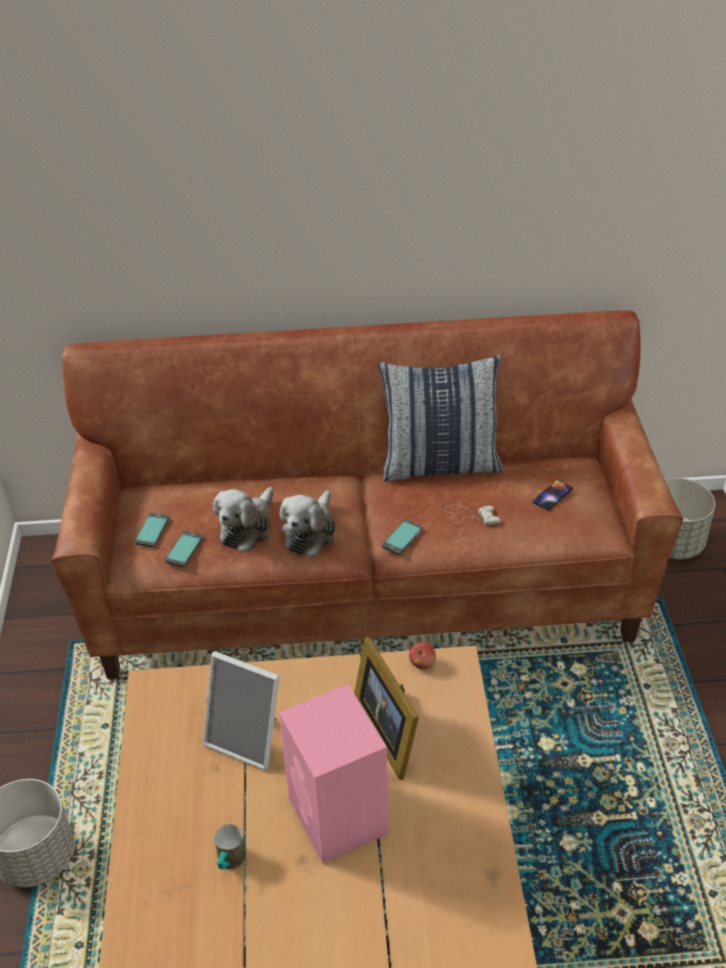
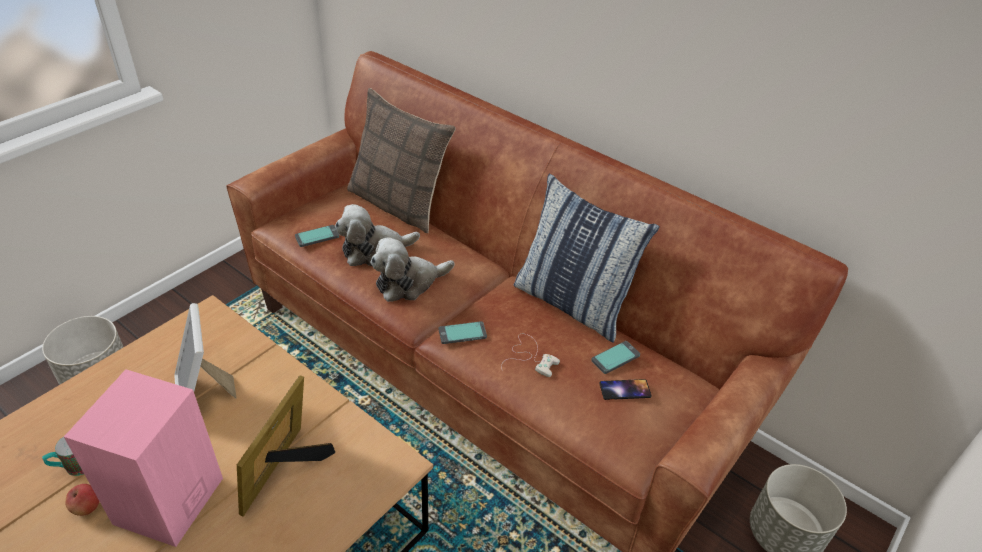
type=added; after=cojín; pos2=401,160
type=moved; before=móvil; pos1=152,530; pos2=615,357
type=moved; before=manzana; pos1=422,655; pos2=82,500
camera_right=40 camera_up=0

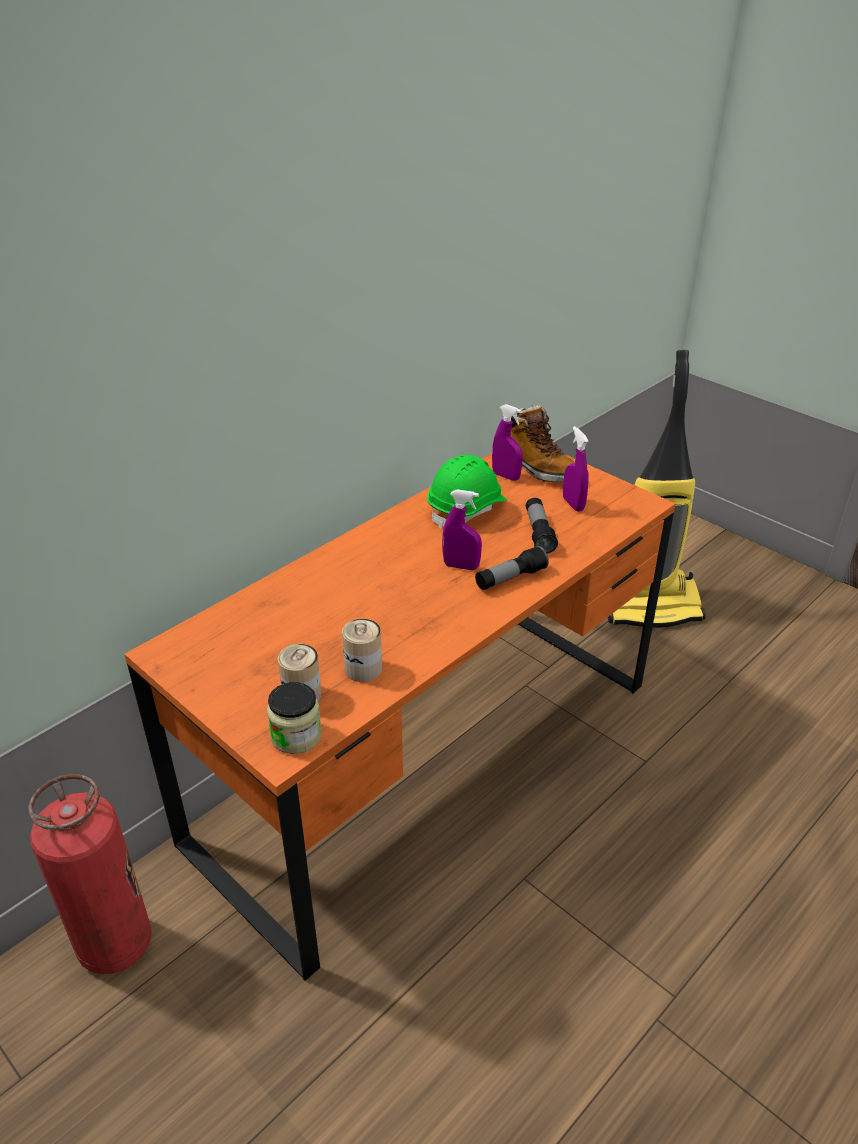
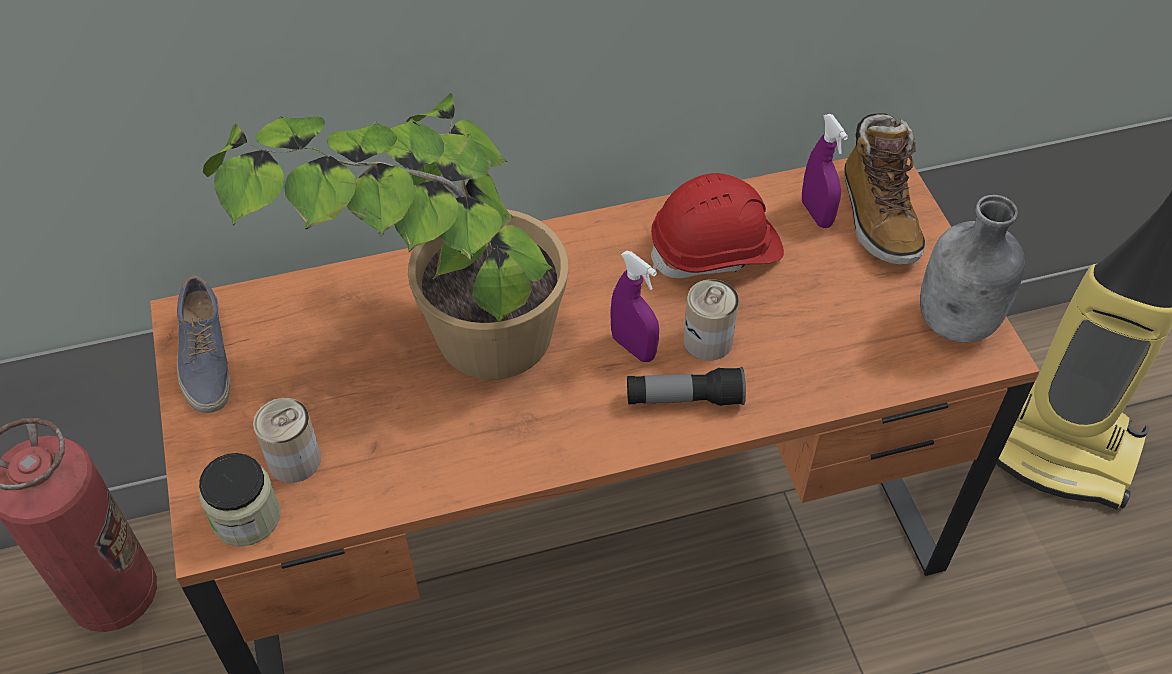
type=removed; before=linterna; pos1=542,526
type=removed; before=pulverizador (morado); pos1=576,469
type=added; after=zapato; pos2=203,344
type=added; after=planta en maceta; pos2=386,236
type=added; after=botella (gris); pos2=972,269
type=moved; before=lata; pos1=362,650; pos2=711,320
type=recoloured; before=casco (verde); after=casco (rojo); pos1=467,492; pos2=717,225
camera_right=30 camera_up=15

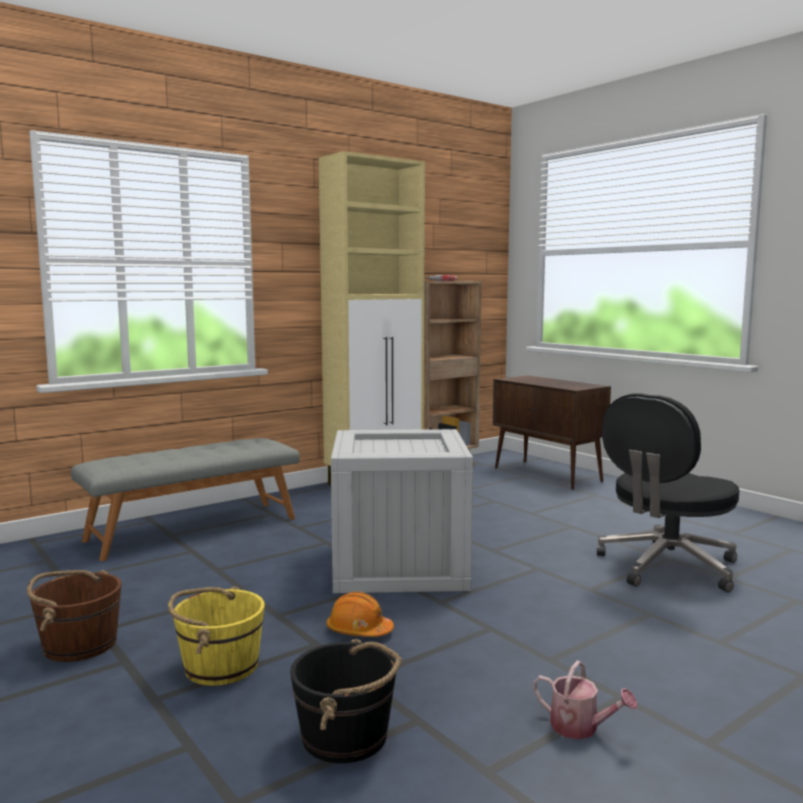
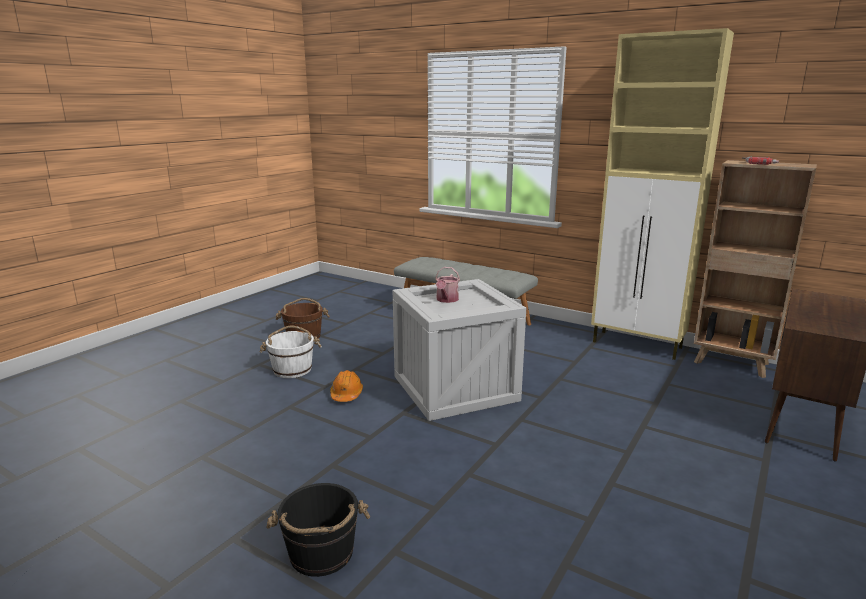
type=removed; before=silla de oficina (negro); pos1=668,492
type=moved; before=cubo (negro); pos1=346,701; pos2=318,530
type=moved; before=regadera; pos1=585,699; pos2=447,285
type=recoloured; before=cubo (amarillo); after=cubo (blanco); pos1=216,636; pos2=291,352
camera_right=70 camera_up=10

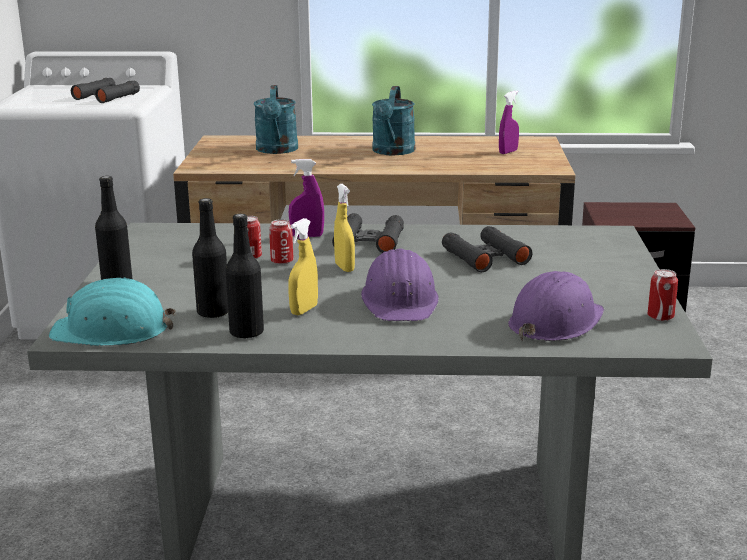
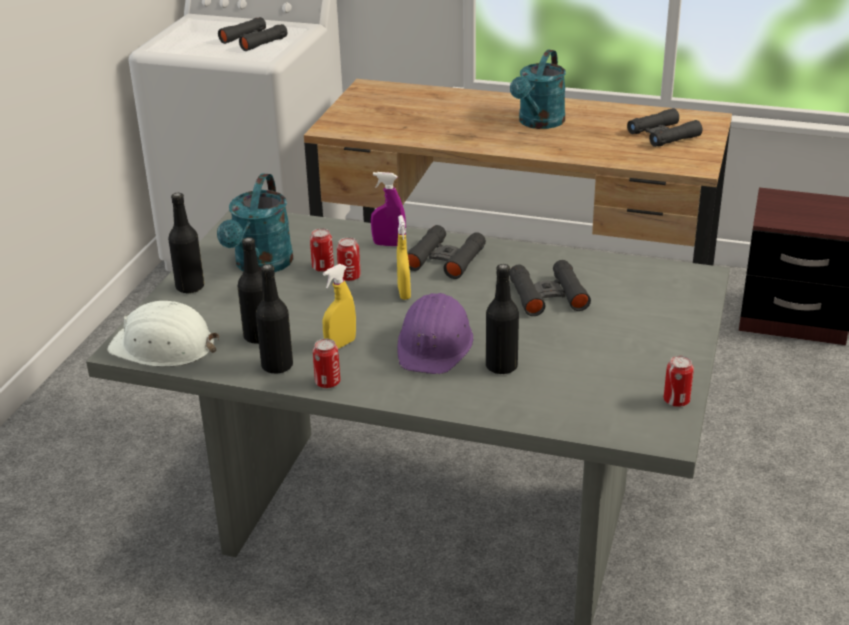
type=removed; before=casco (morado); pos1=556,306
type=added; after=lata; pos2=326,363
type=added; after=botella (negro); pos2=502,319
type=moved; before=regadera (turquesa); pos1=276,119; pos2=255,222
type=replaced; before=pulverizador (morado); after=prismáticos (negro); pos1=509,122; pos2=664,127
type=recoloured; before=casco (turquesa); after=casco (blanco); pos1=112,312; pos2=163,334
camera_right=15 camera_up=10

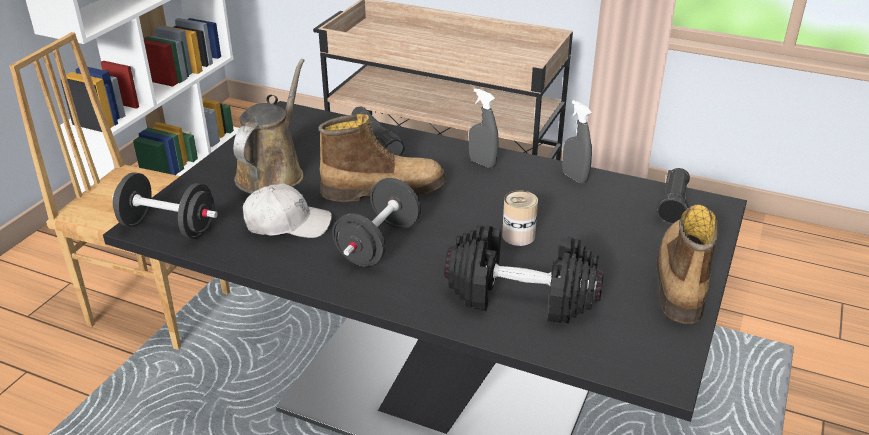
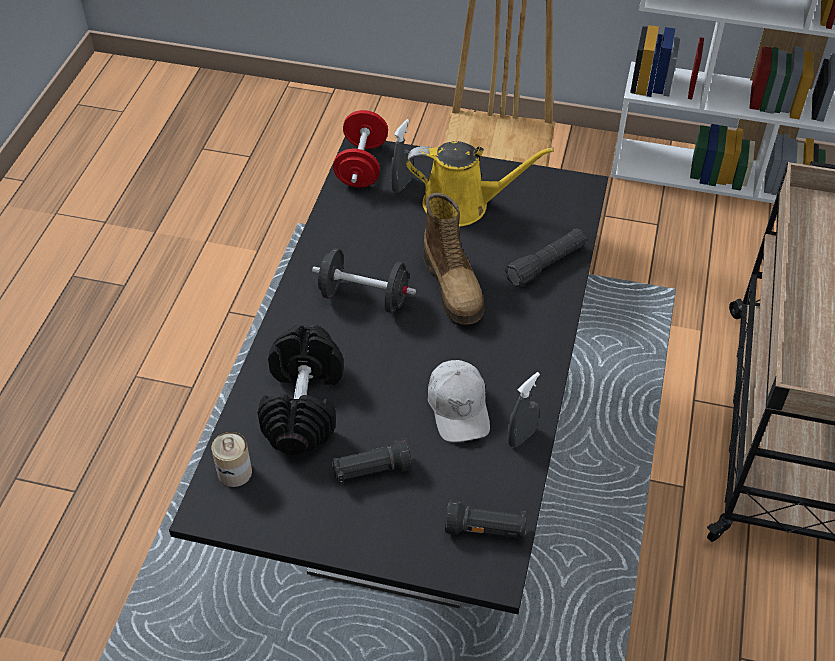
type=removed; before=bota; pos1=688,264
type=added; after=linterna (negro); pos2=371,461
type=moved; before=gorra (blanco); pos1=287,210; pos2=459,401
type=moved; before=pulverizador (gris); pos1=484,128; pos2=402,156
type=moved; before=lata; pos1=520,218; pos2=232,459
type=recoloured; before=mancuerna (negro); after=mancuerna (rojo); pos1=165,205; pos2=360,148
type=recoloured; before=regadera (marrón); after=regadera (amarillo); pos1=269,126; pos2=480,184
camera_right=80 camera_up=15

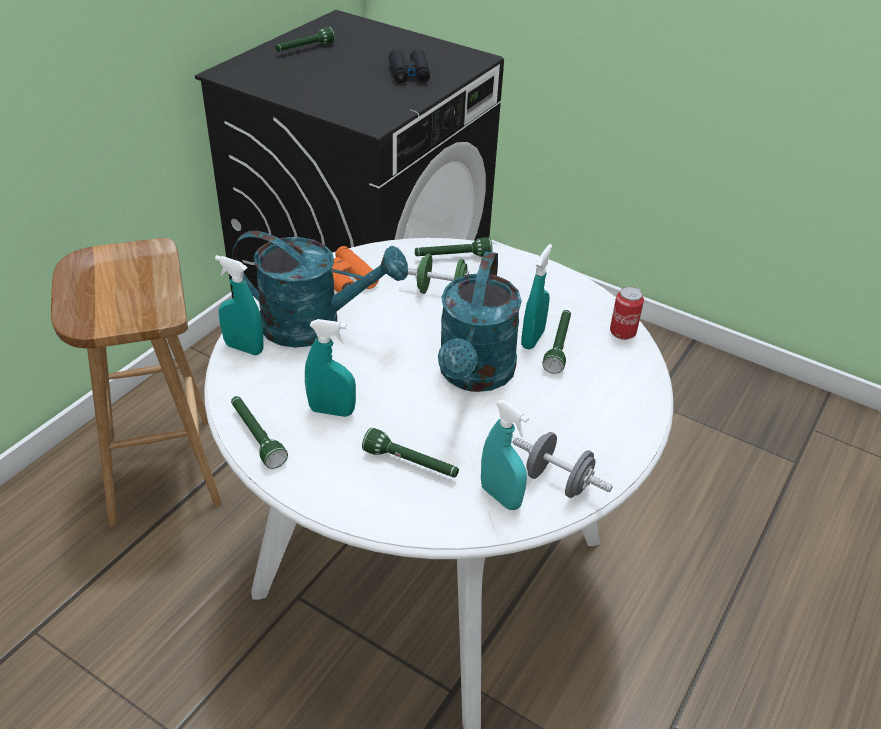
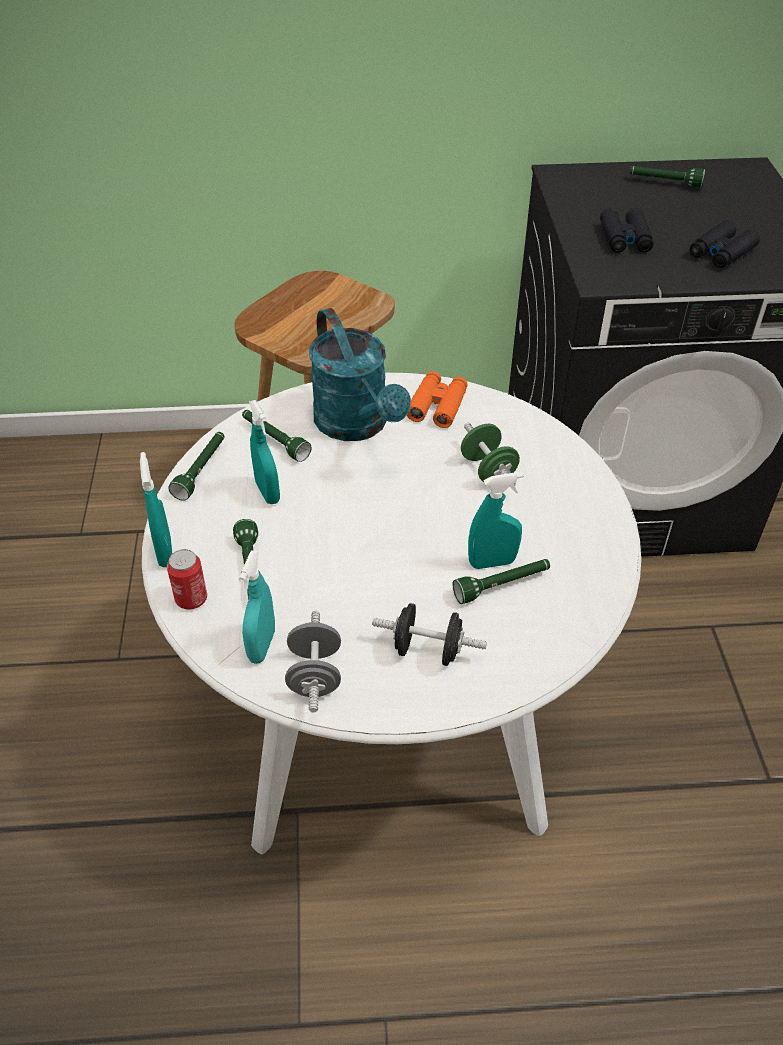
type=removed; before=regadera (turquesa); pos1=480,321
type=added; after=mancuerna (negro); pos2=429,634
type=added; after=prismáticos (negro); pos2=626,230
type=moved; before=pulverizador (turquesa); pos1=239,305; pos2=156,509
type=moved; before=linterna (verde); pos1=453,247; pos2=277,436
type=moved; before=lata; pos1=627,313; pos2=187,579
camera_right=55 camera_up=5

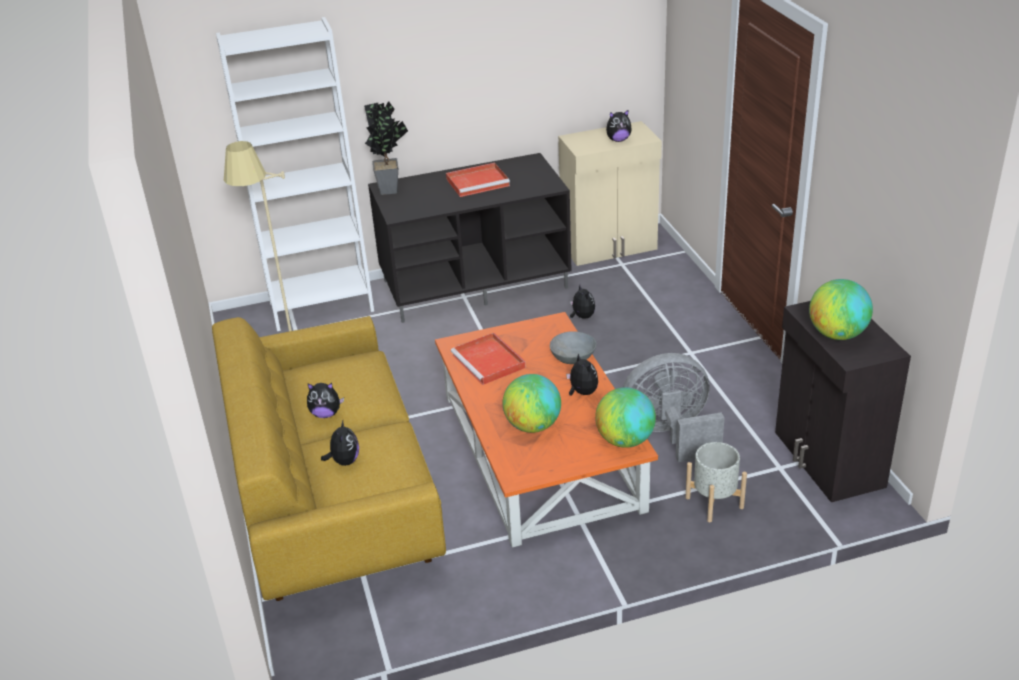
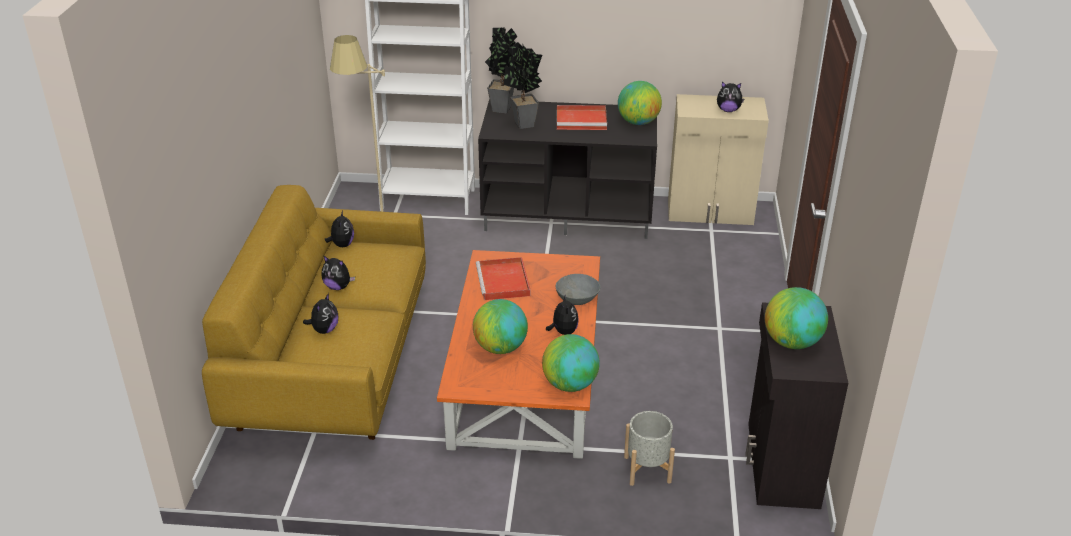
type=removed; before=ventilador (gris); pos1=673,407
type=added; after=planta en maceta; pos2=523,85
type=added; after=globo terráqueo; pos2=640,103
type=moved; before=peluche; pos1=582,302; pos2=339,229
camera_right=20 camera_up=0

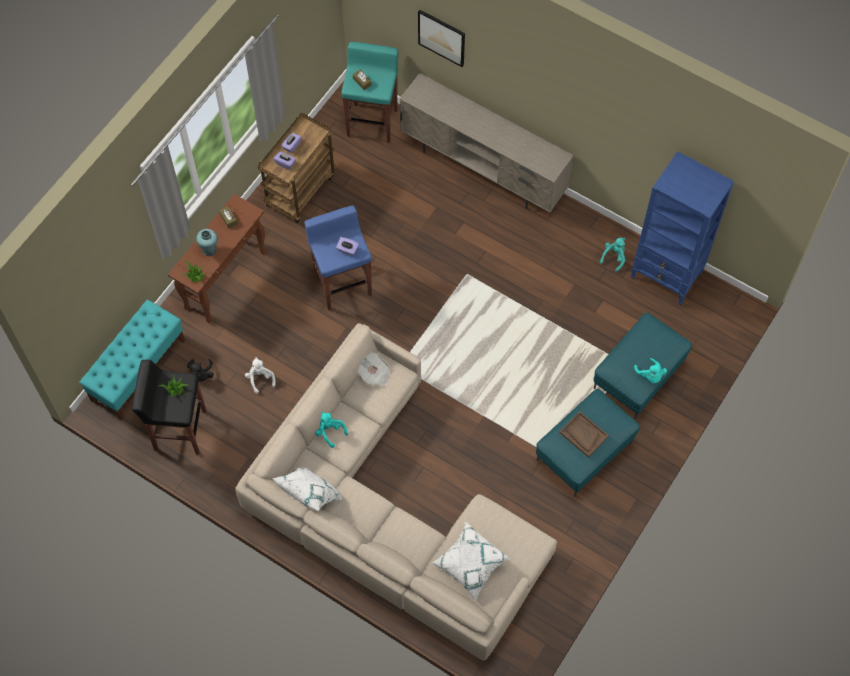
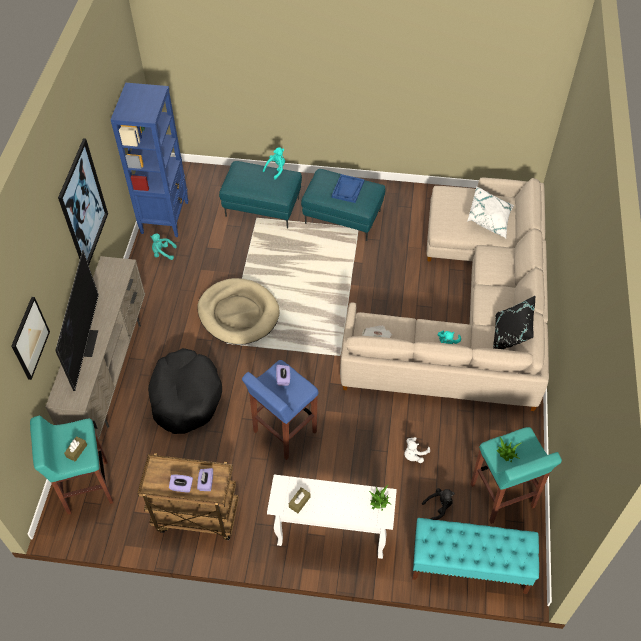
type=removed; before=florero (turquesa); pos1=207,242
type=added; after=televisor; pos2=77,320
type=added; after=cuadro; pos2=83,201
type=added; after=cama para perro (negro); pos2=185,391
type=added; after=cama para perro (beis); pos2=238,311
type=recoloured; before=taburete (negro); after=taburete (turquesa); pos1=169,407; pos2=516,475
type=recoloured; before=mesa consola (marrón); after=mesa consola (blanco); pos1=217,258; pos2=332,517
type=recoloured; before=cojín (blanco); after=cojín (negro); pos1=307,489; pos2=514,322
type=recoloured; before=bandeja (marrón); after=bandeja (azul); pos1=584,434; pos2=348,188
camera_right=-115 camera_up=-10

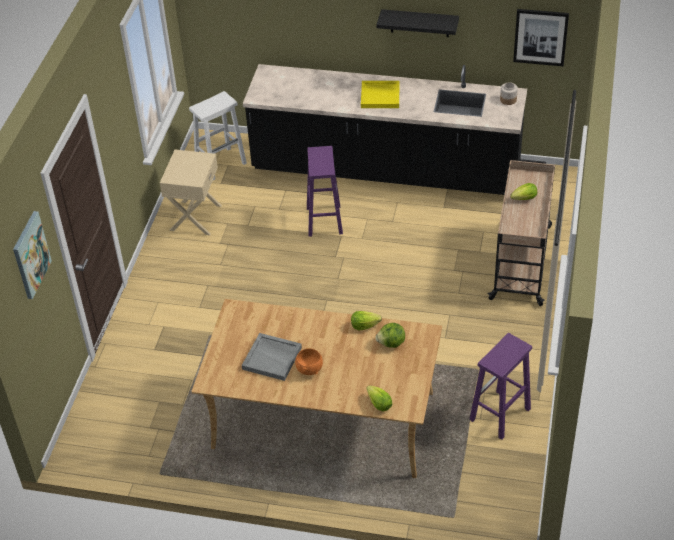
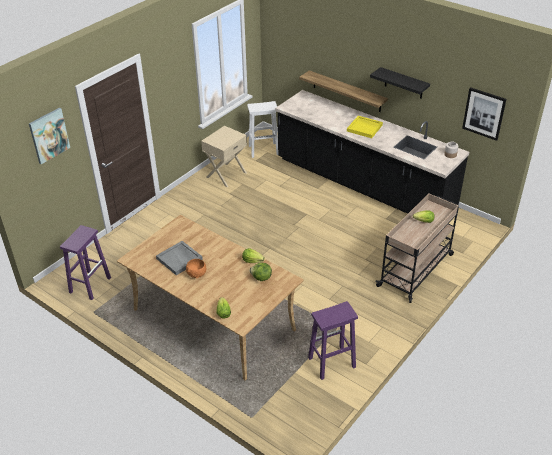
type=added; after=estante; pos2=343,91
type=moved; before=taburete (morado); pos1=325,191; pos2=85,262
camera_right=25 camera_up=-5

